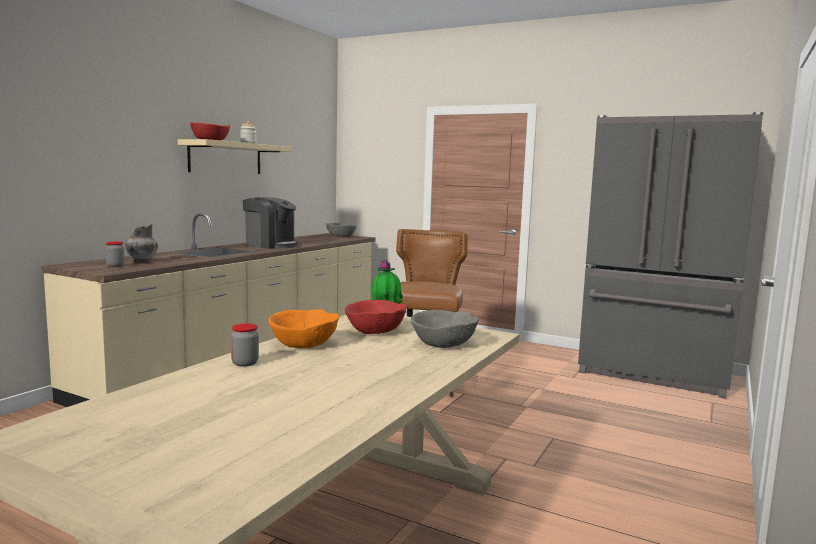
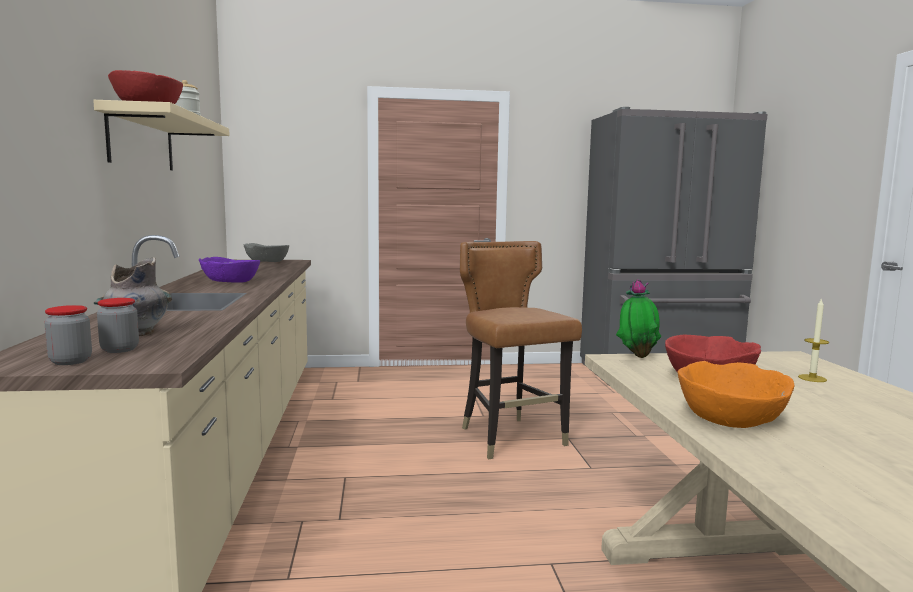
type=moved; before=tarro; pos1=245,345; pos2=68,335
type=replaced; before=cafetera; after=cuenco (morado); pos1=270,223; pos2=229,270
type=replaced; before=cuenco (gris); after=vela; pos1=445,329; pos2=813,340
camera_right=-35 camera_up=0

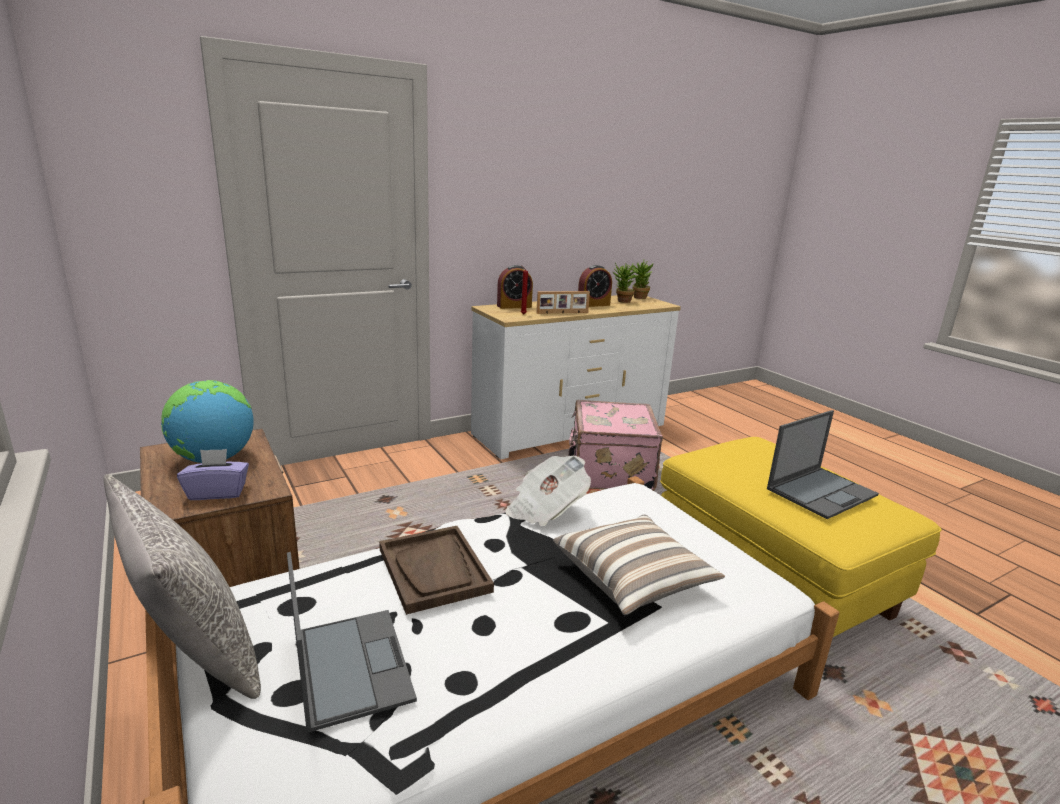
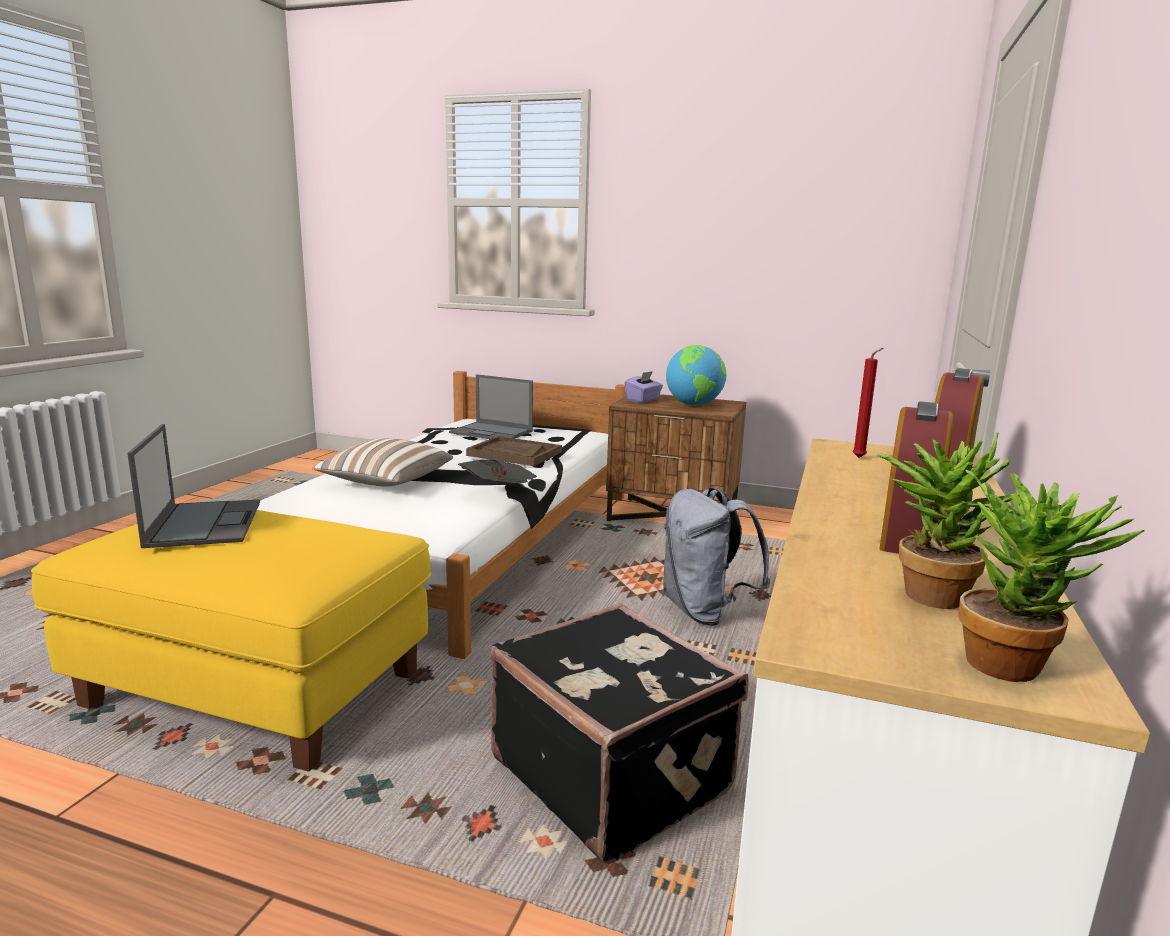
type=removed; before=cojín (gris); pos1=182,586
type=removed; before=portarretratos; pos1=563,302
type=added; after=mochila (gris); pos2=716,556
type=recoloured; before=maleta (rosa); after=maleta (negro); pos1=615,445; pos2=620,733
type=turned; before=portátil; pos1=823,464; pos2=193,486; turn=150
camera_right=140 camera_up=-5

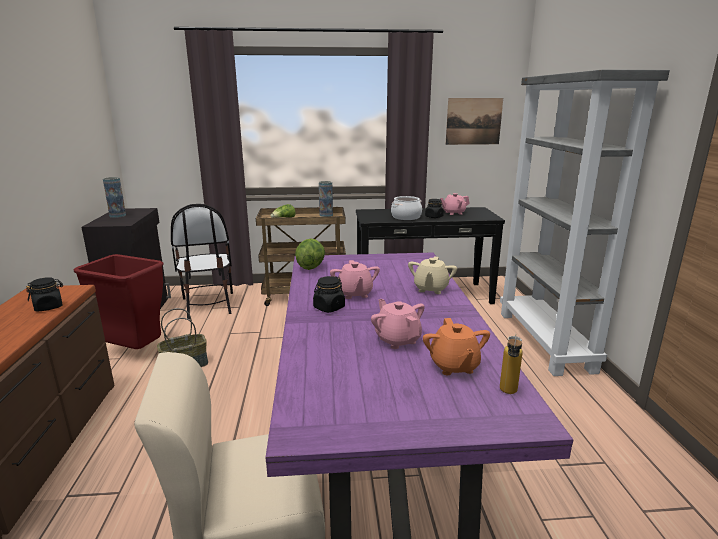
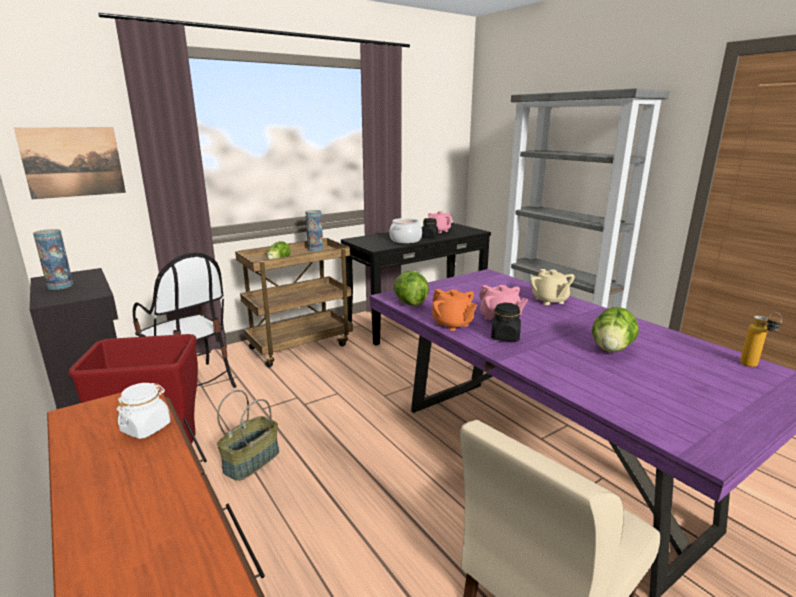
type=moved; before=tetera (naranja); pos1=456,346; pos2=454,310
type=moved; before=cuadro; pos1=474,121; pos2=70,163
type=replaced; before=tetera (rosa); after=lechuga; pos1=398,324; pos2=615,329
type=recoloured; before=tarro (negro); after=tarro (blanco); pos1=44,294; pos2=144,411
camera_right=-30 camera_up=0

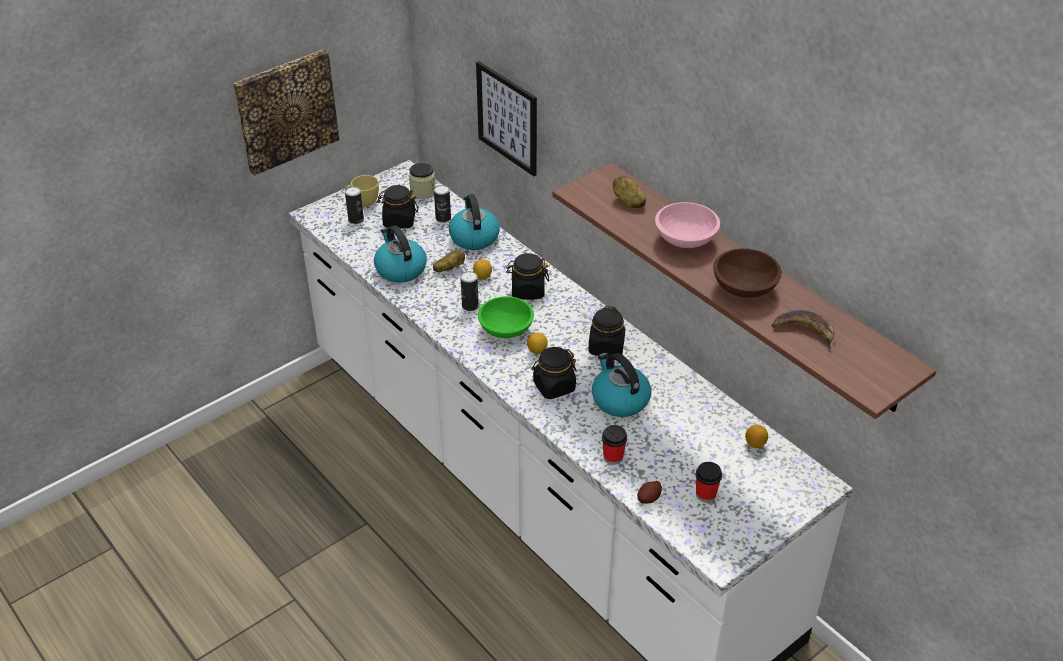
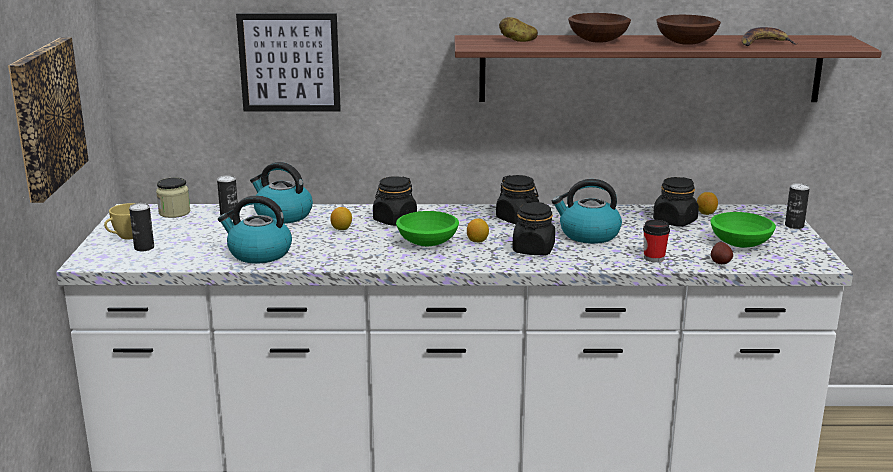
type=removed; before=patata; pos1=449,261
type=moved; before=tarro (negro); pos1=397,206; pos2=676,202
type=moved; before=lata; pos1=469,291; pos2=797,206
type=replaced; before=taza; after=cuenco (verde); pos1=709,482; pos2=743,230
type=recoloured; before=cuenco (rosa); after=cuenco (marrón); pos1=687,225; pos2=599,28
camera_right=-50 camera_up=-20

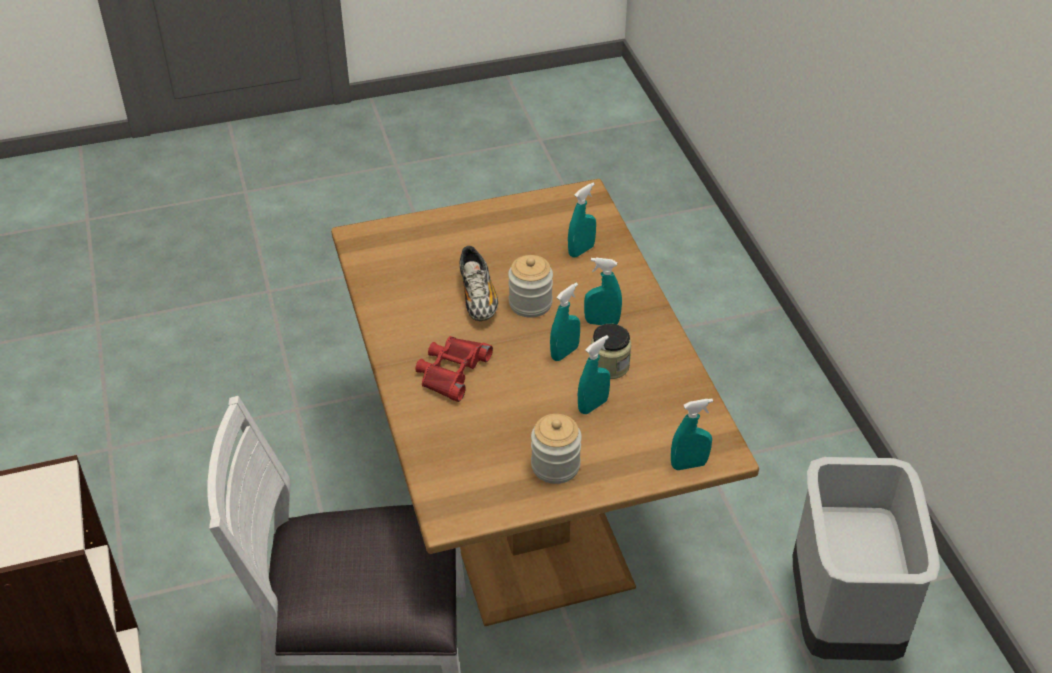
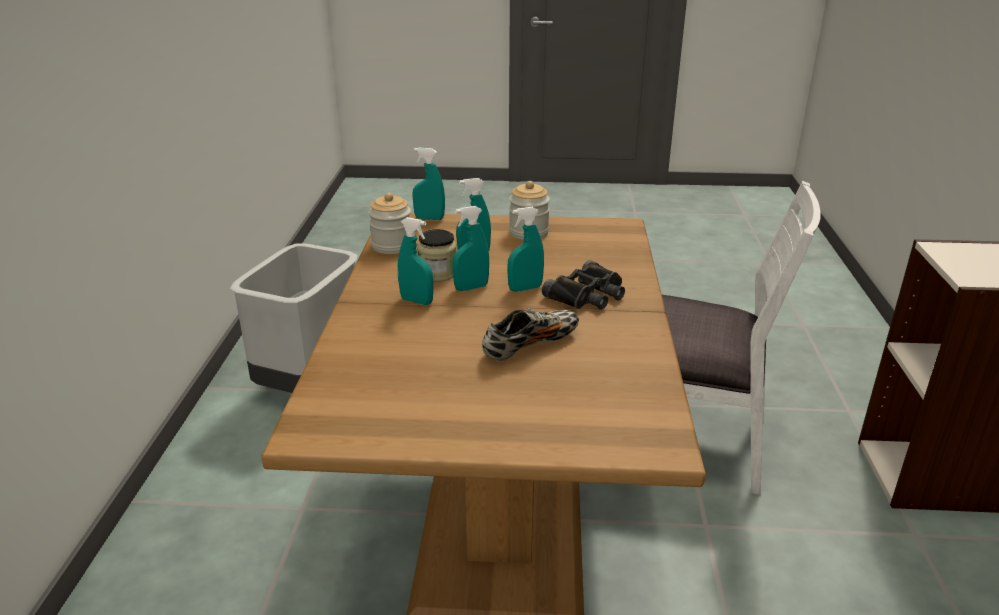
type=moved; before=tarro; pos1=530,286; pos2=389,223
type=moved; before=pulverizador (turquesa); pos1=582,220; pos2=525,249
type=recoloured; before=prismáticos (rojo); after=prismáticos (negro); pos1=454,369; pos2=583,285
type=turned; before=zapato; pos1=479,283; pos2=530,334; turn=45
camera_right=-160 camera_up=-15

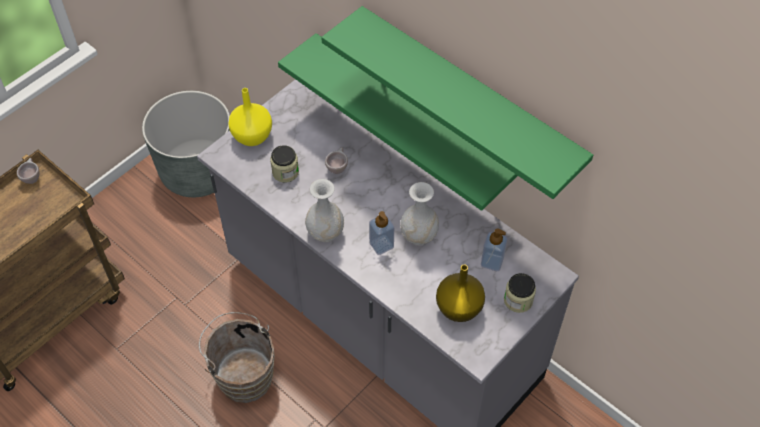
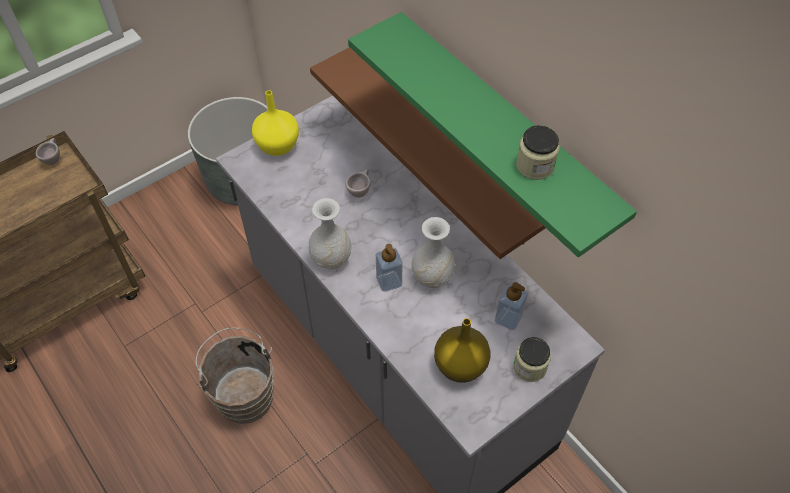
type=moved; before=tarro; pos1=284,163; pos2=537,152
type=recoloured; before=estante (verde); after=estante (marrón); pos1=398,122; pos2=427,153
camera_right=10 camera_up=0

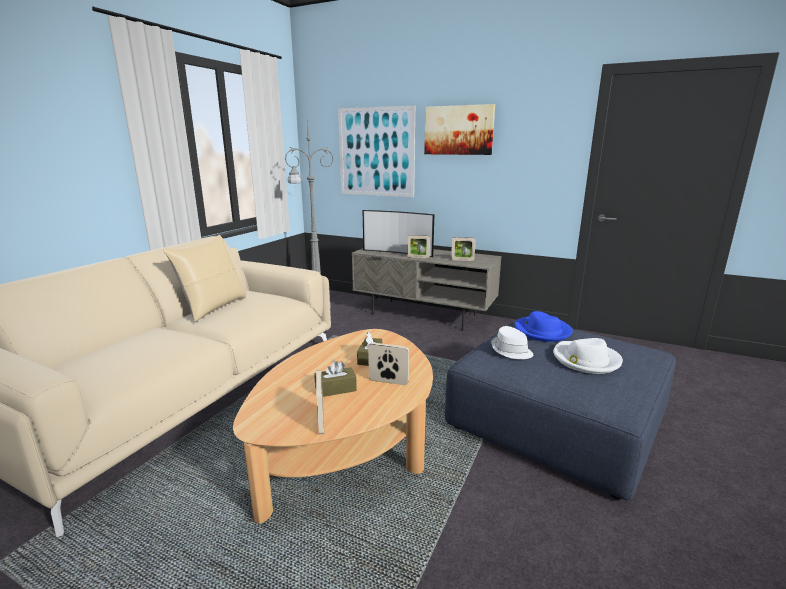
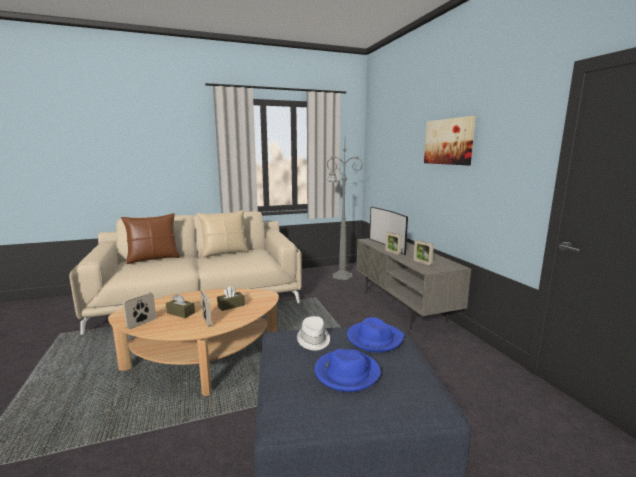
type=removed; before=cuadro; pos1=376,151
type=added; after=cojín (marrón); pos2=150,238
type=recoloured; before=sombrero (blanco); after=sombrero (azul); pos1=588,356; pos2=347,370
camera_right=45 camera_up=-5

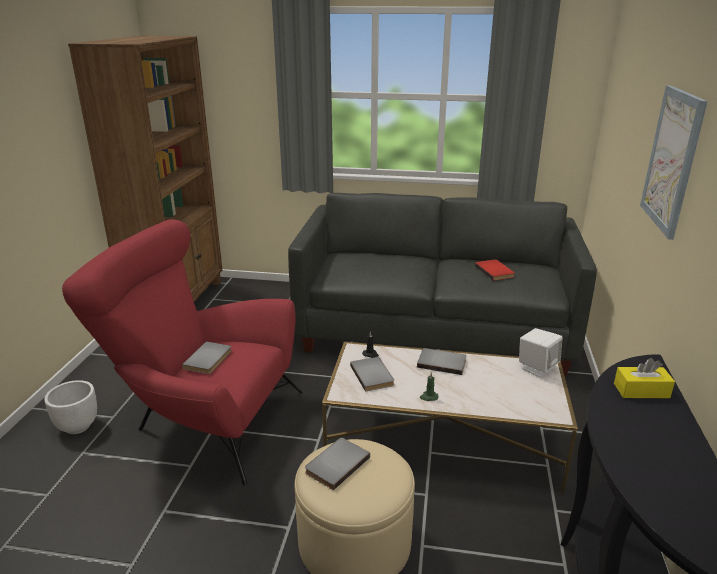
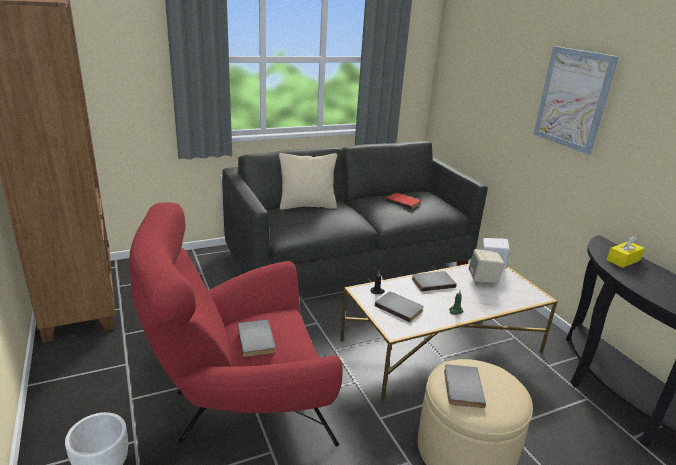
type=added; after=cojín (beis); pos2=308,181
type=added; after=altavoz (beis); pos2=487,268
camera_right=-35 camera_up=0

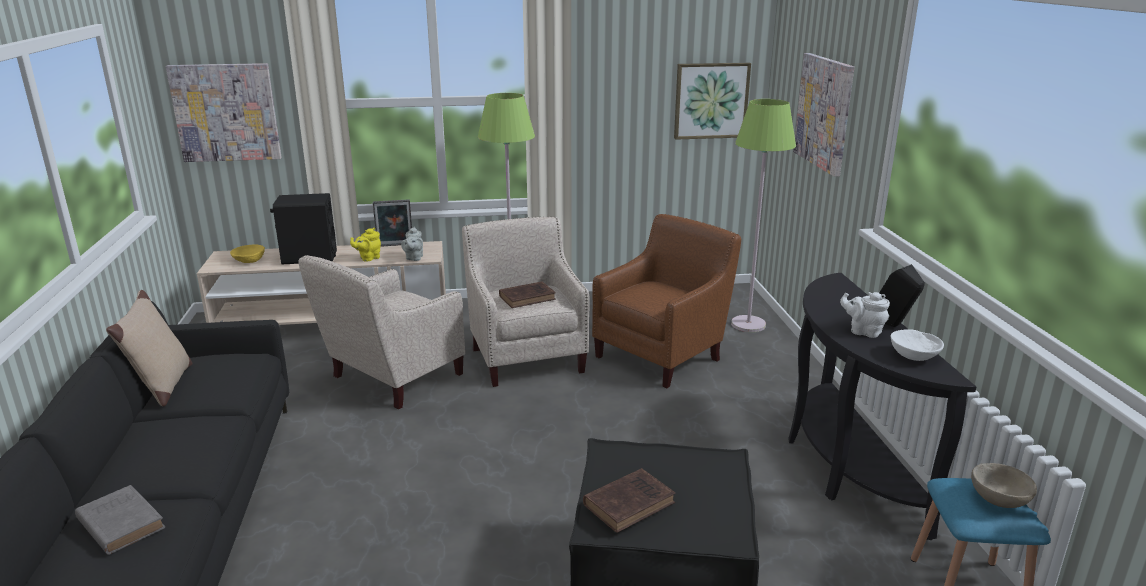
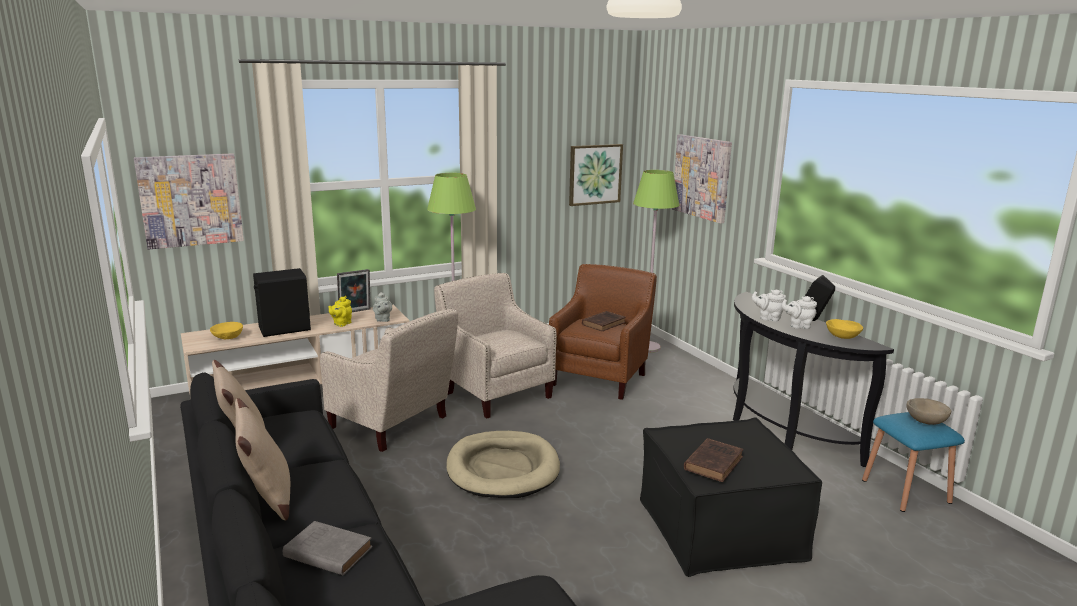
type=added; after=cojín (beis); pos2=262,459
type=added; after=cama para perro (beis); pos2=503,464
type=added; after=tetera (blanco); pos2=769,305
type=moved; before=libro (marrón); pos1=527,294; pos2=604,321
type=recoloured; before=cuenco (blanco); after=cuenco (amarillo); pos1=917,345; pos2=844,329
type=turned; before=sillón (beis); pos1=381,332; pos2=389,380; turn=-75
camera_right=-20 camera_up=-5

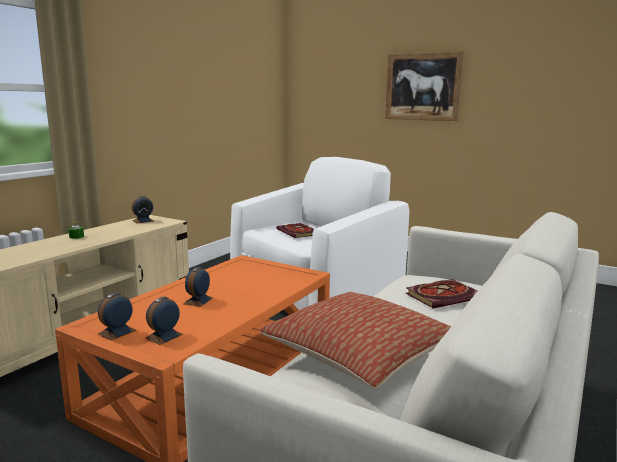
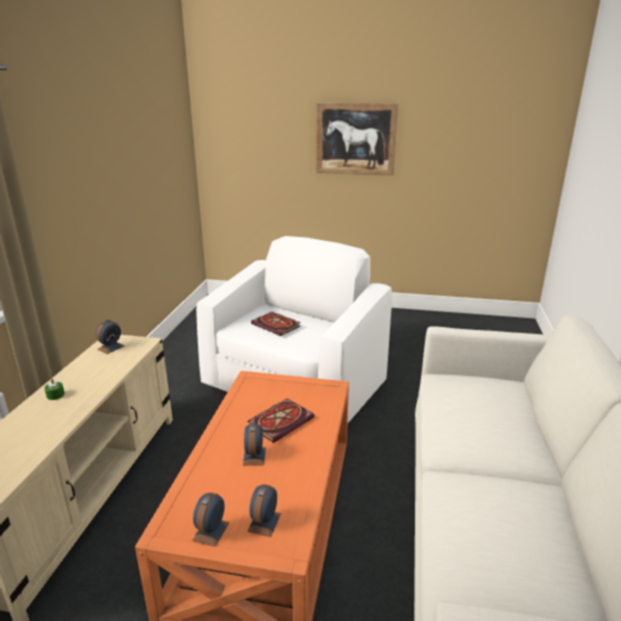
type=removed; before=cojín; pos1=355,340
type=moved; before=libro; pos1=441,293; pos2=281,420
camera_right=-20 camera_up=10

